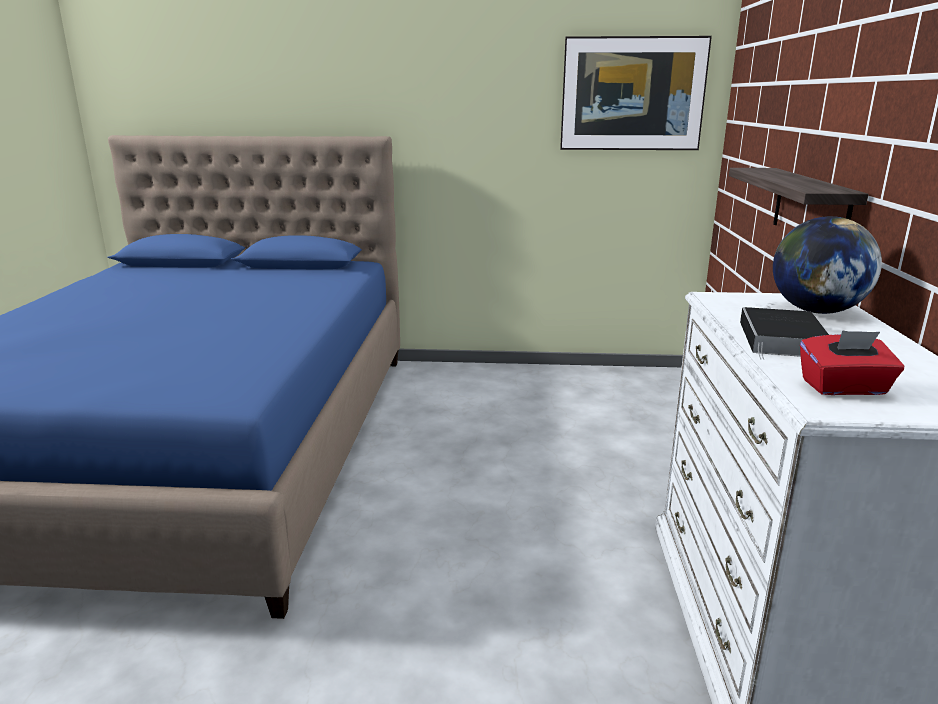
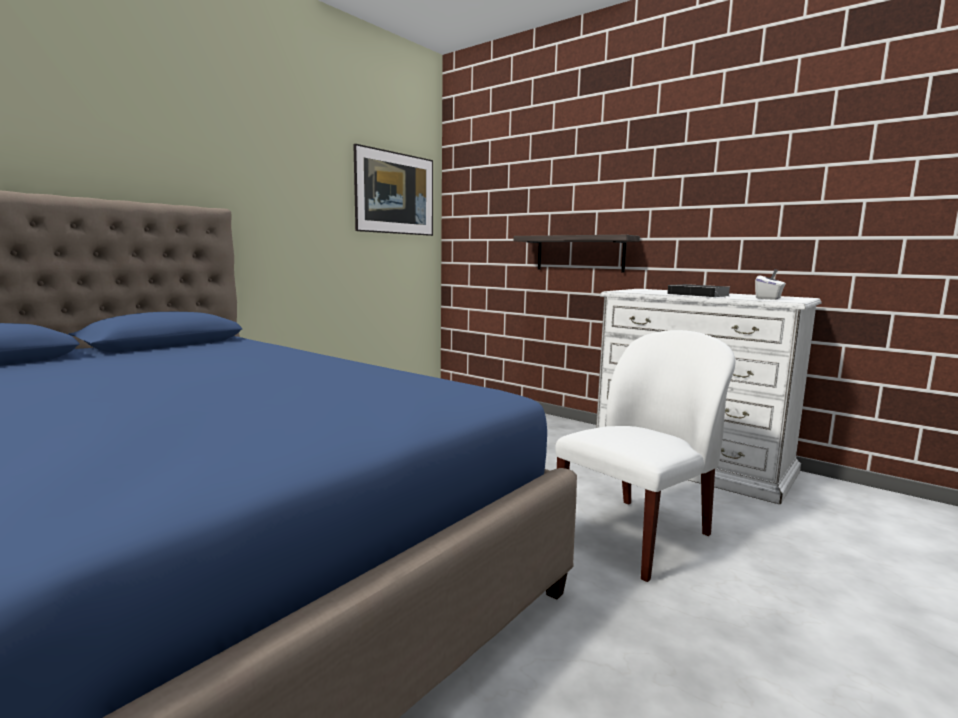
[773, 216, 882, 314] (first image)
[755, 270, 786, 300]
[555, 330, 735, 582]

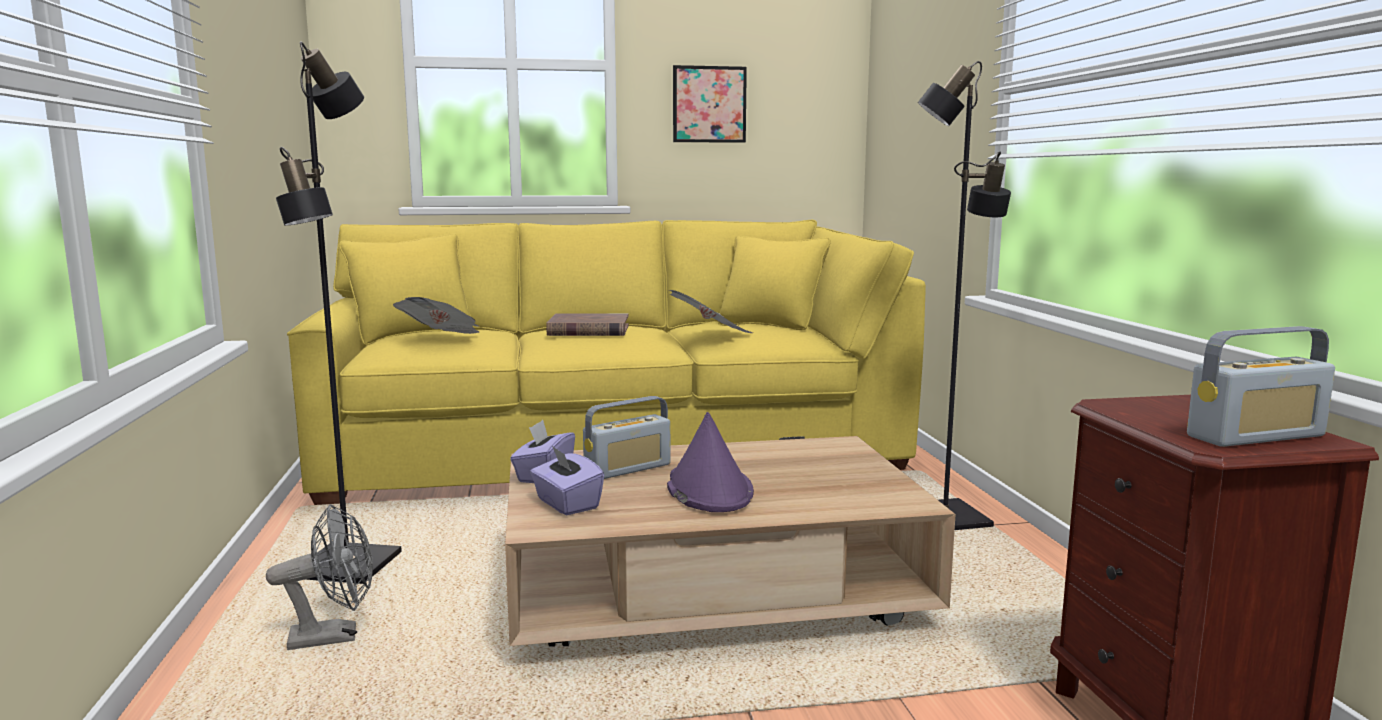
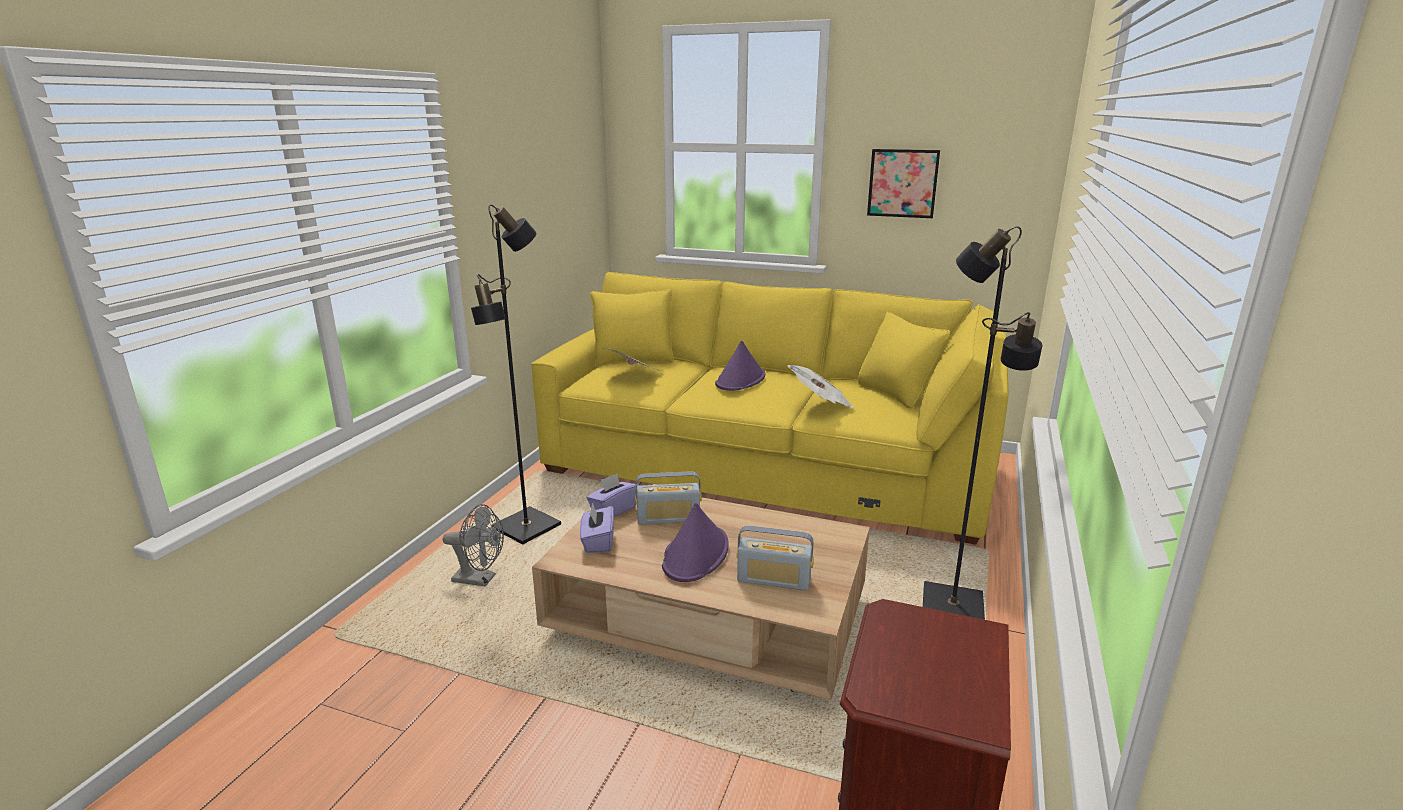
[715, 340, 765, 391]
[737, 526, 814, 591]

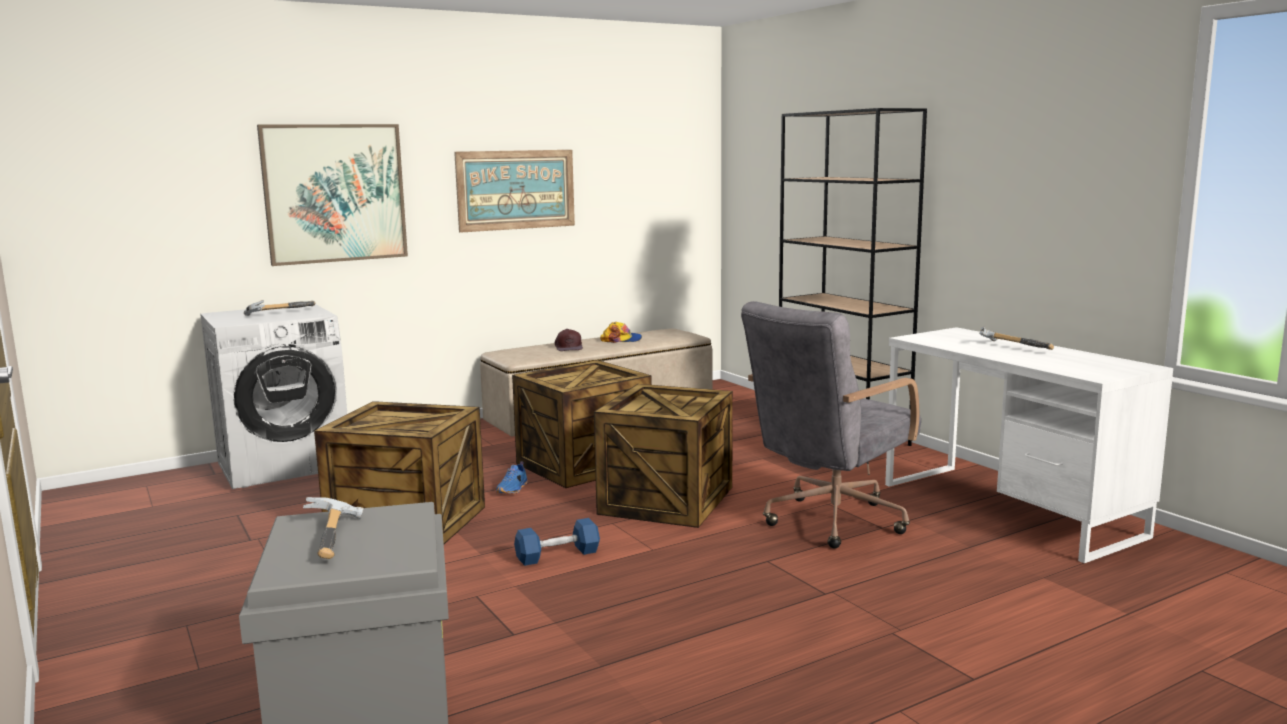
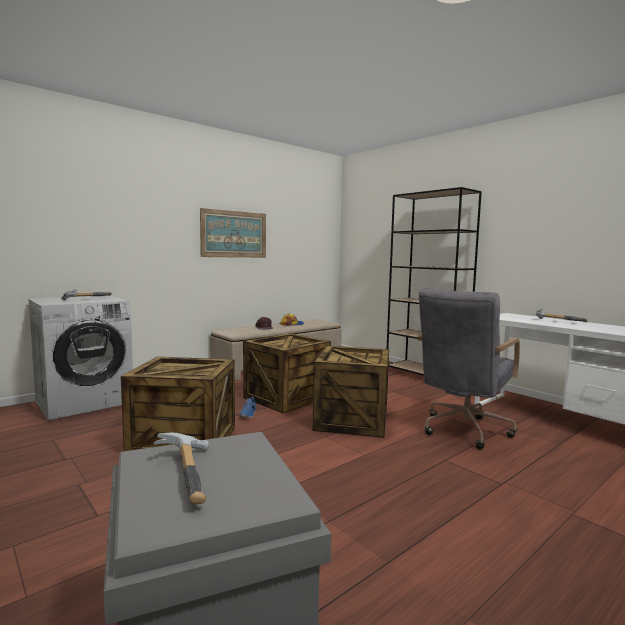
[257, 124, 408, 266] (first image)
[514, 518, 600, 566] (first image)

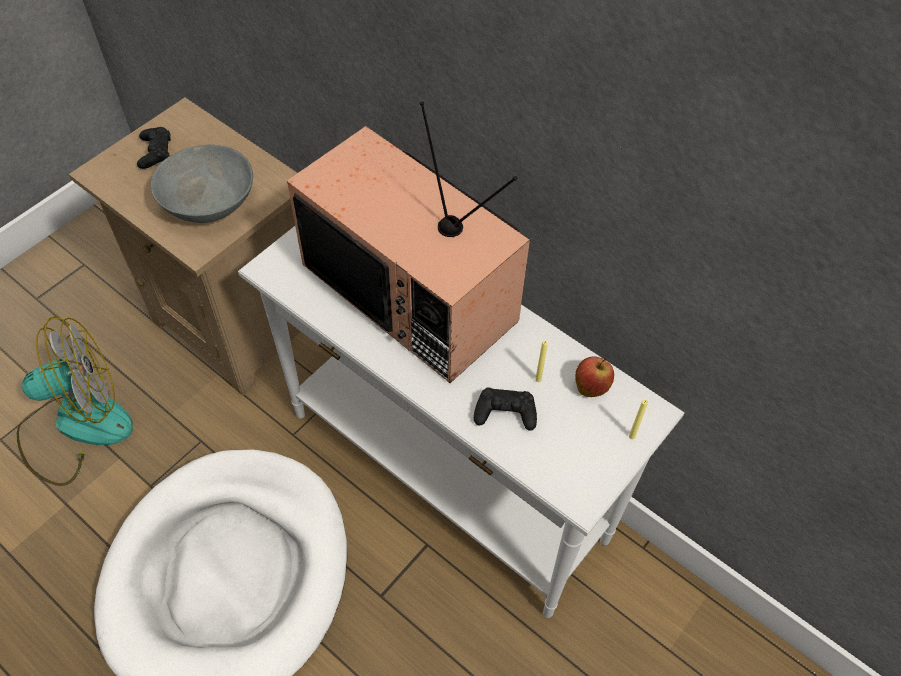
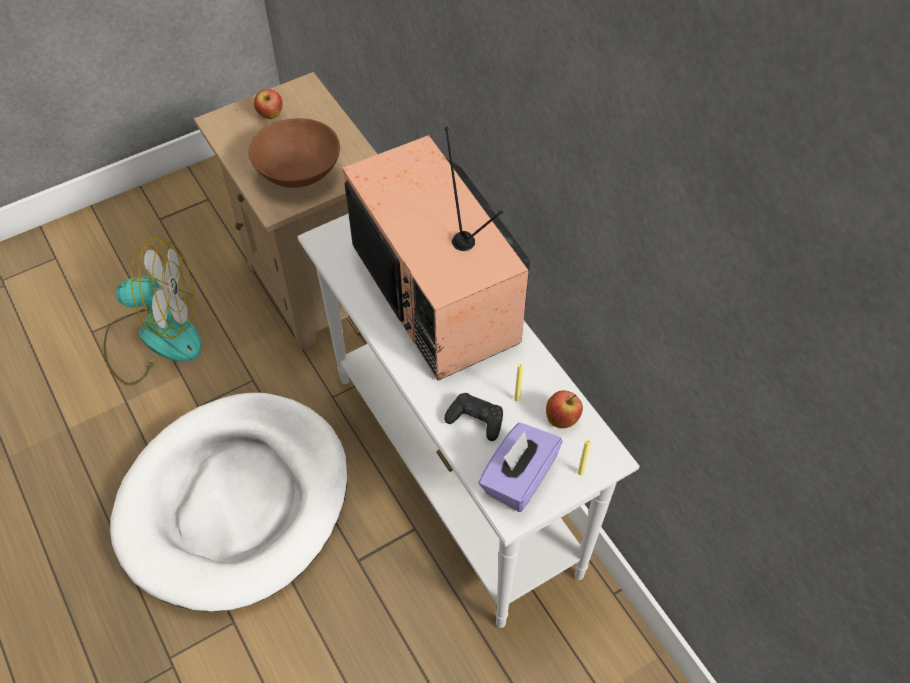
[254, 89, 283, 119]
[249, 118, 340, 188]
[478, 422, 563, 512]

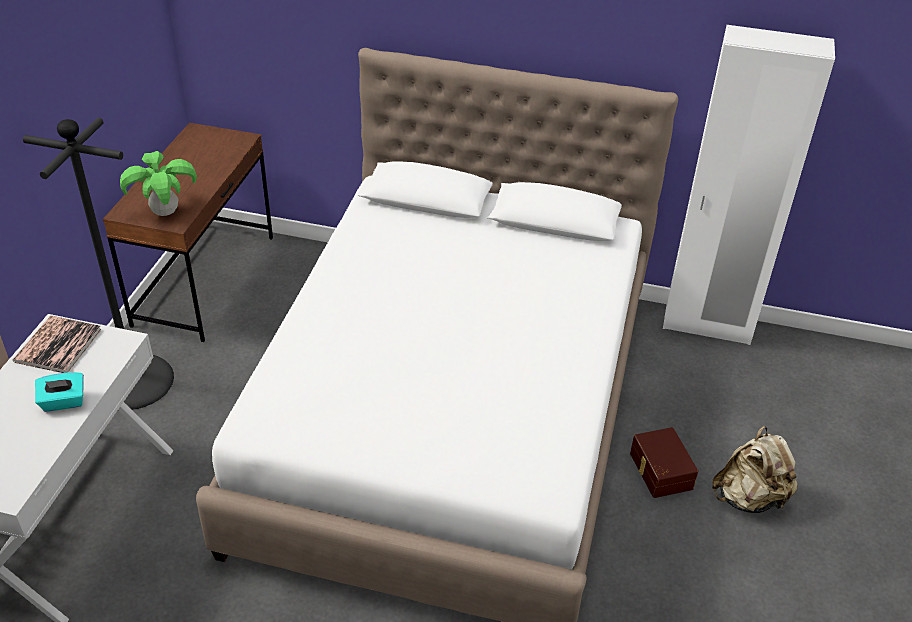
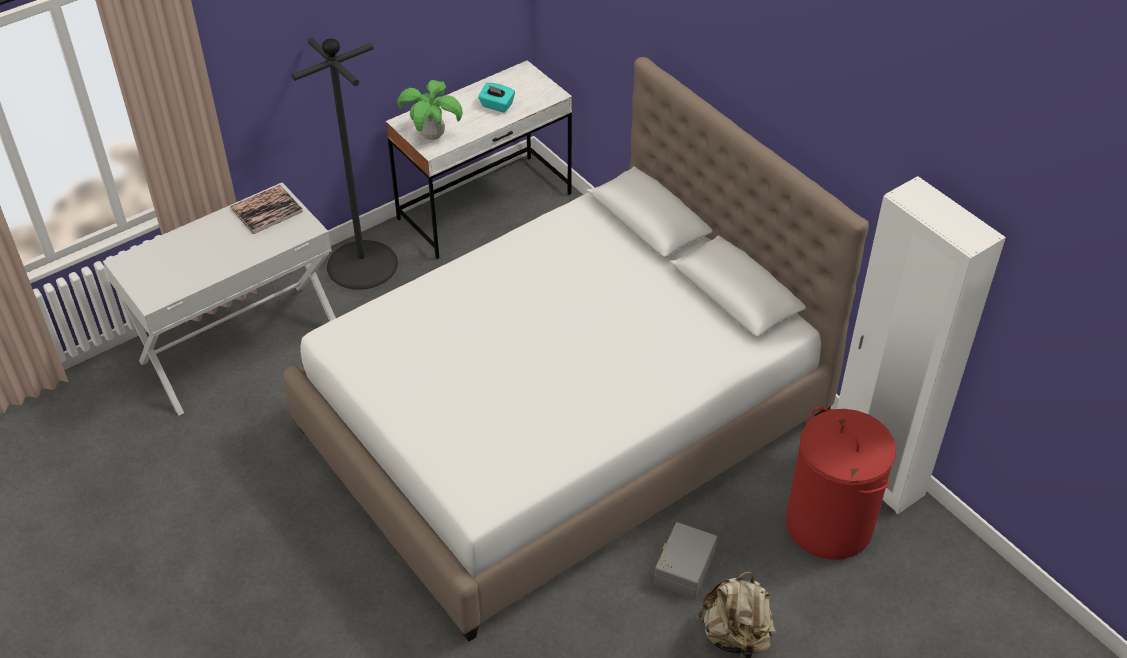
[386, 60, 572, 259]
[478, 83, 515, 113]
[654, 522, 717, 599]
[786, 407, 896, 560]

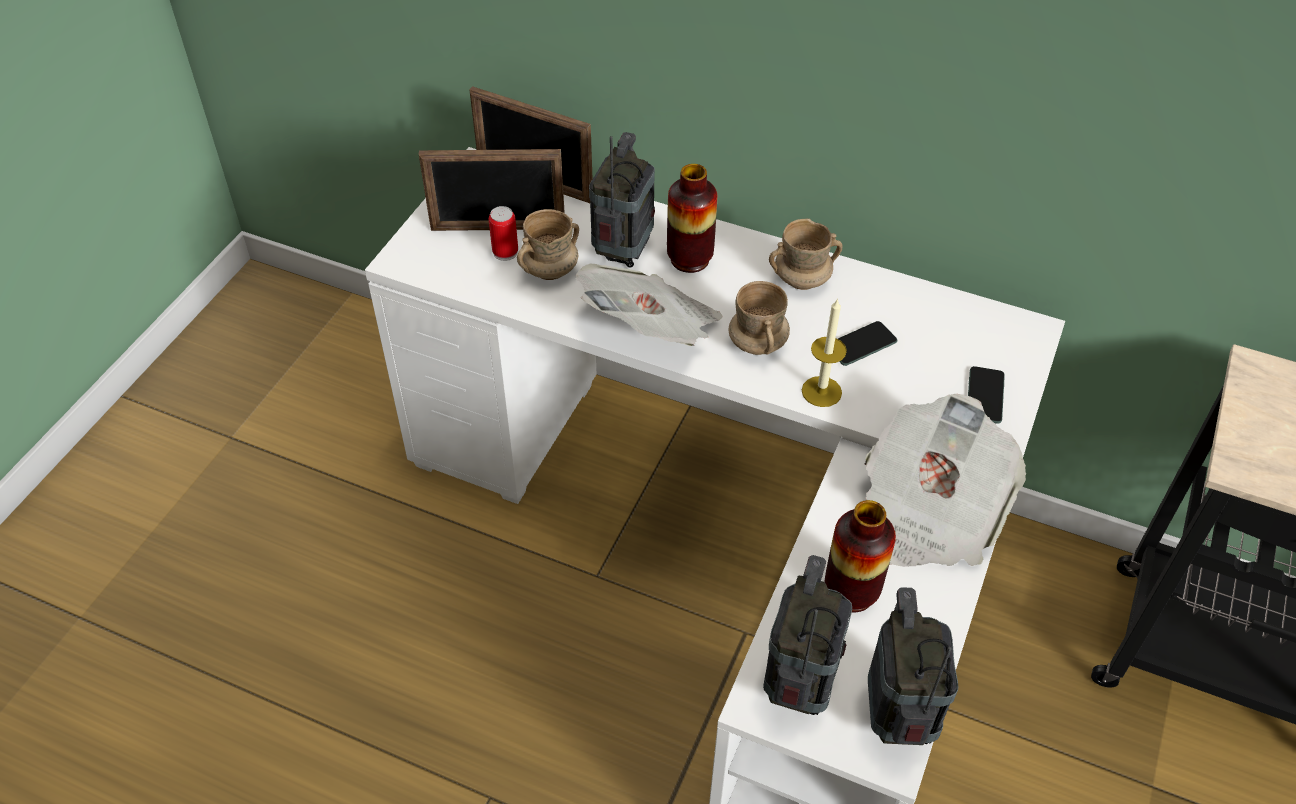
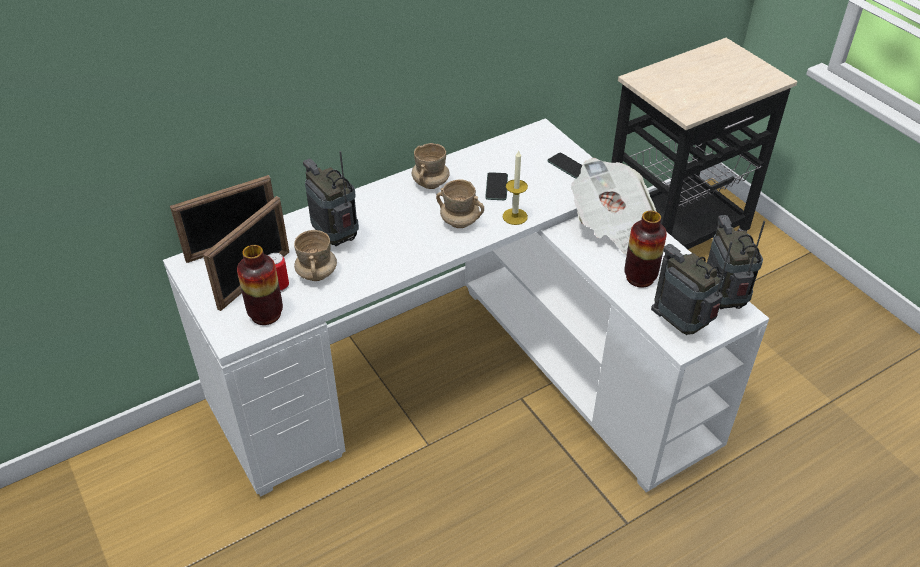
[237, 245, 283, 325]
[576, 263, 723, 346] (first image)
[707, 215, 765, 309]

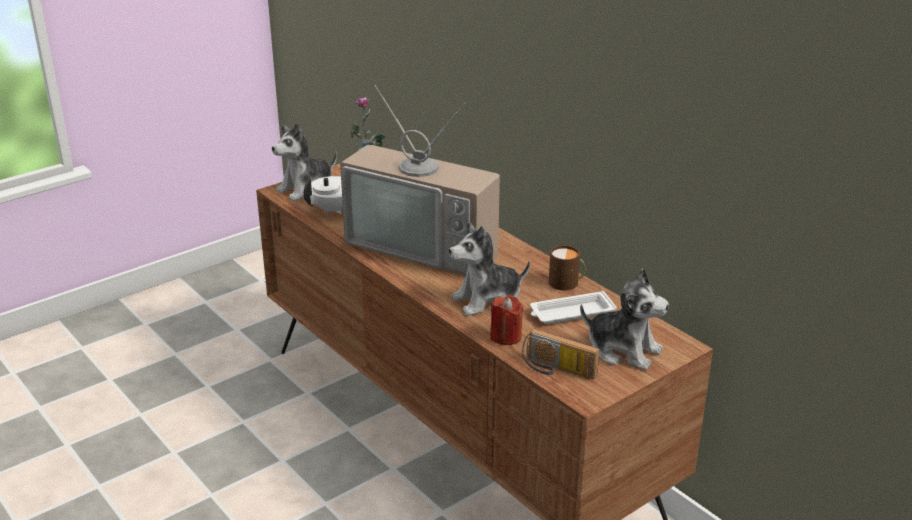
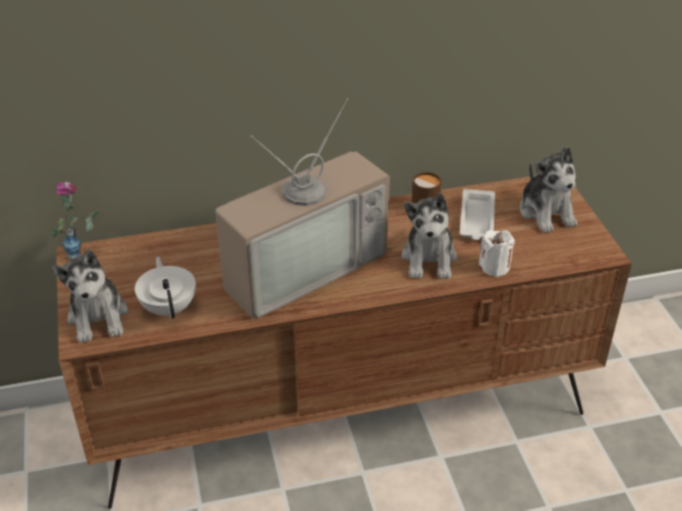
[519, 146, 577, 233]
[478, 230, 515, 277]
[522, 328, 600, 380] (first image)

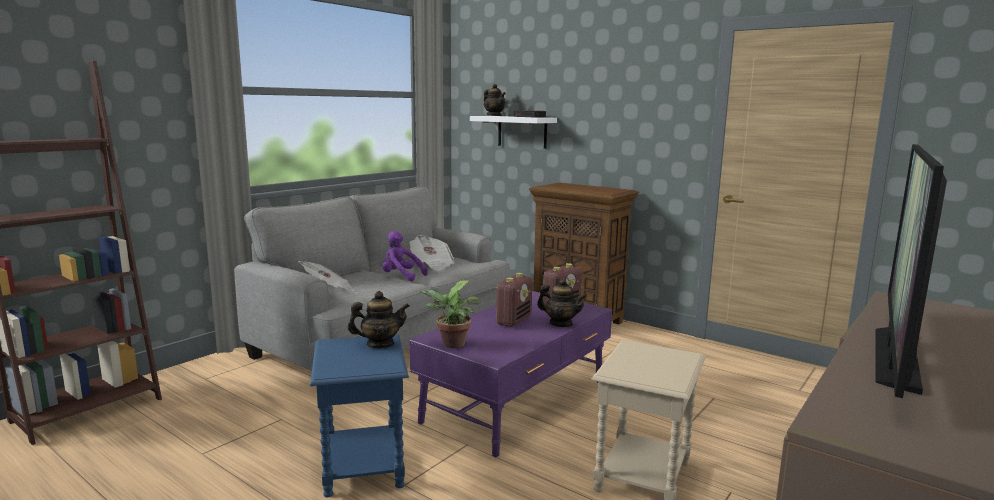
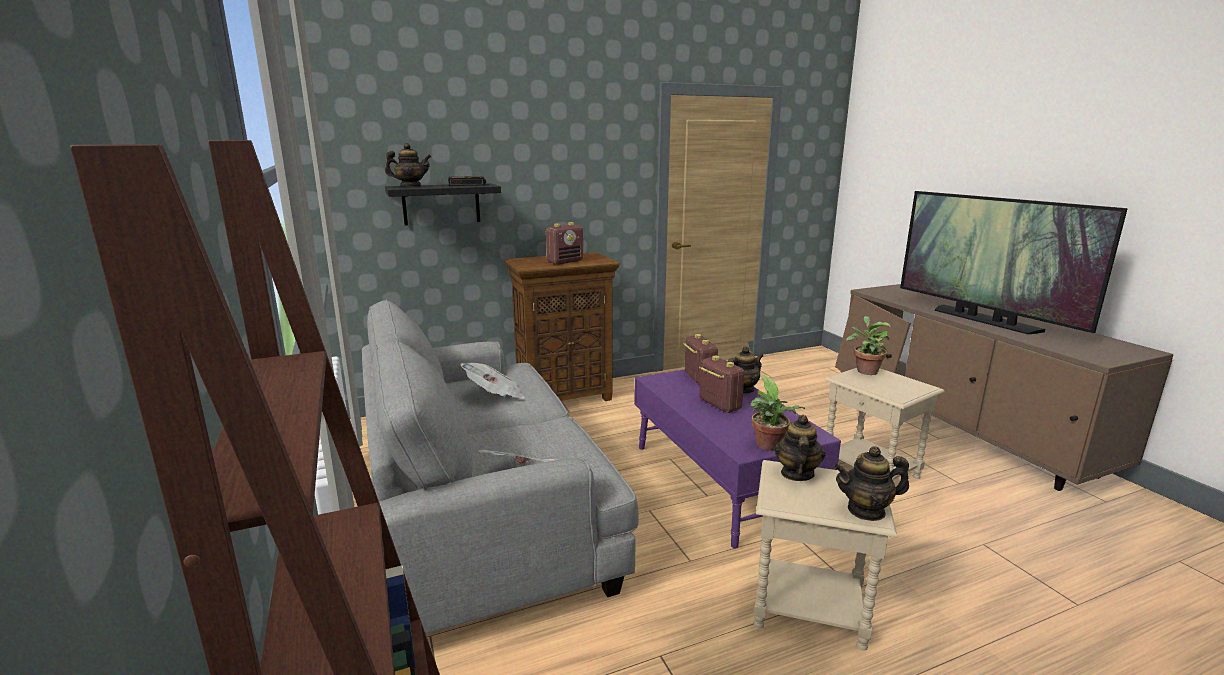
[385, 183, 501, 225]
[383, 231, 428, 281] (first image)
[754, 460, 897, 651]
[546, 222, 583, 264]
[846, 316, 891, 375]
[834, 446, 909, 521]

